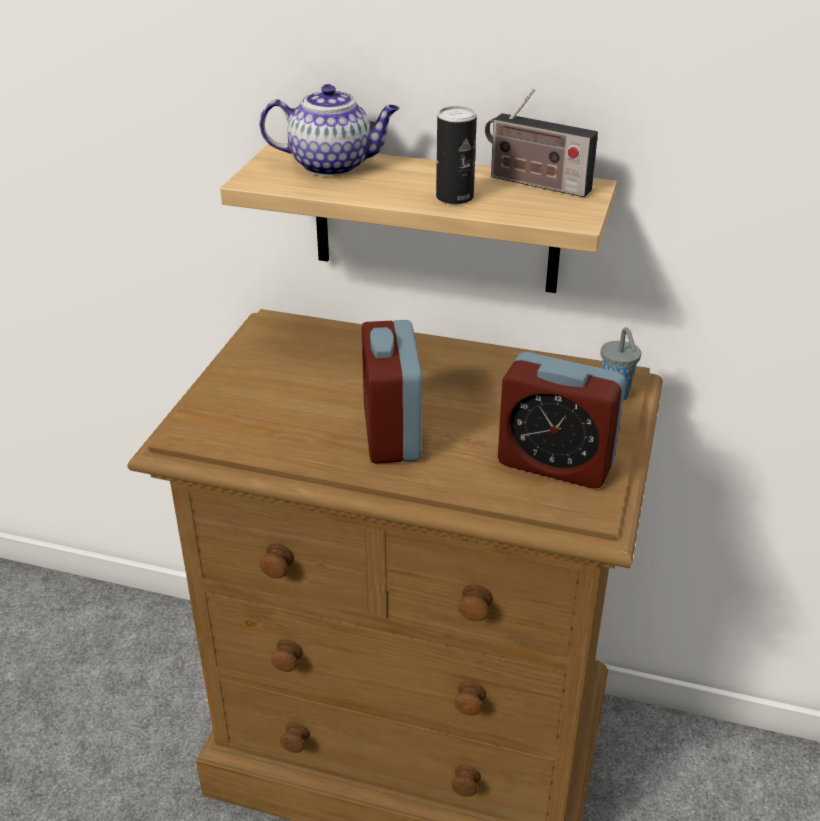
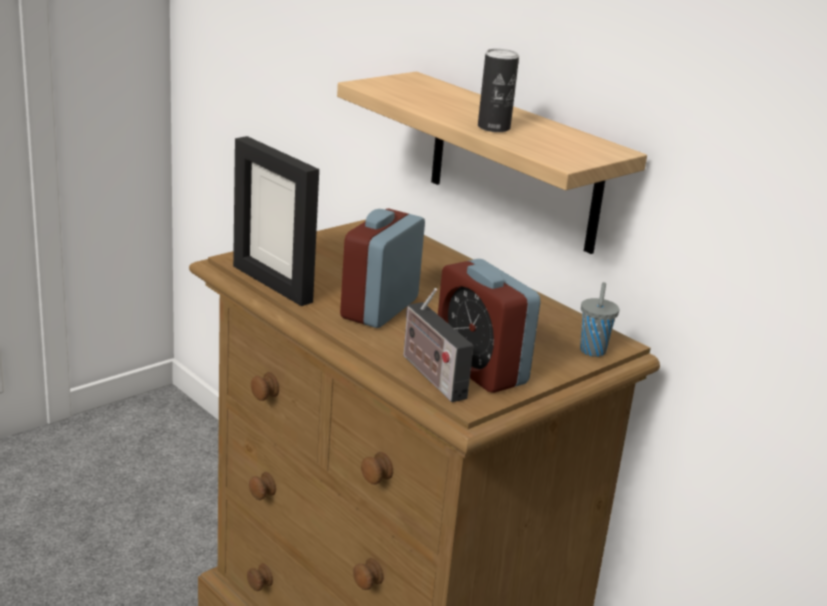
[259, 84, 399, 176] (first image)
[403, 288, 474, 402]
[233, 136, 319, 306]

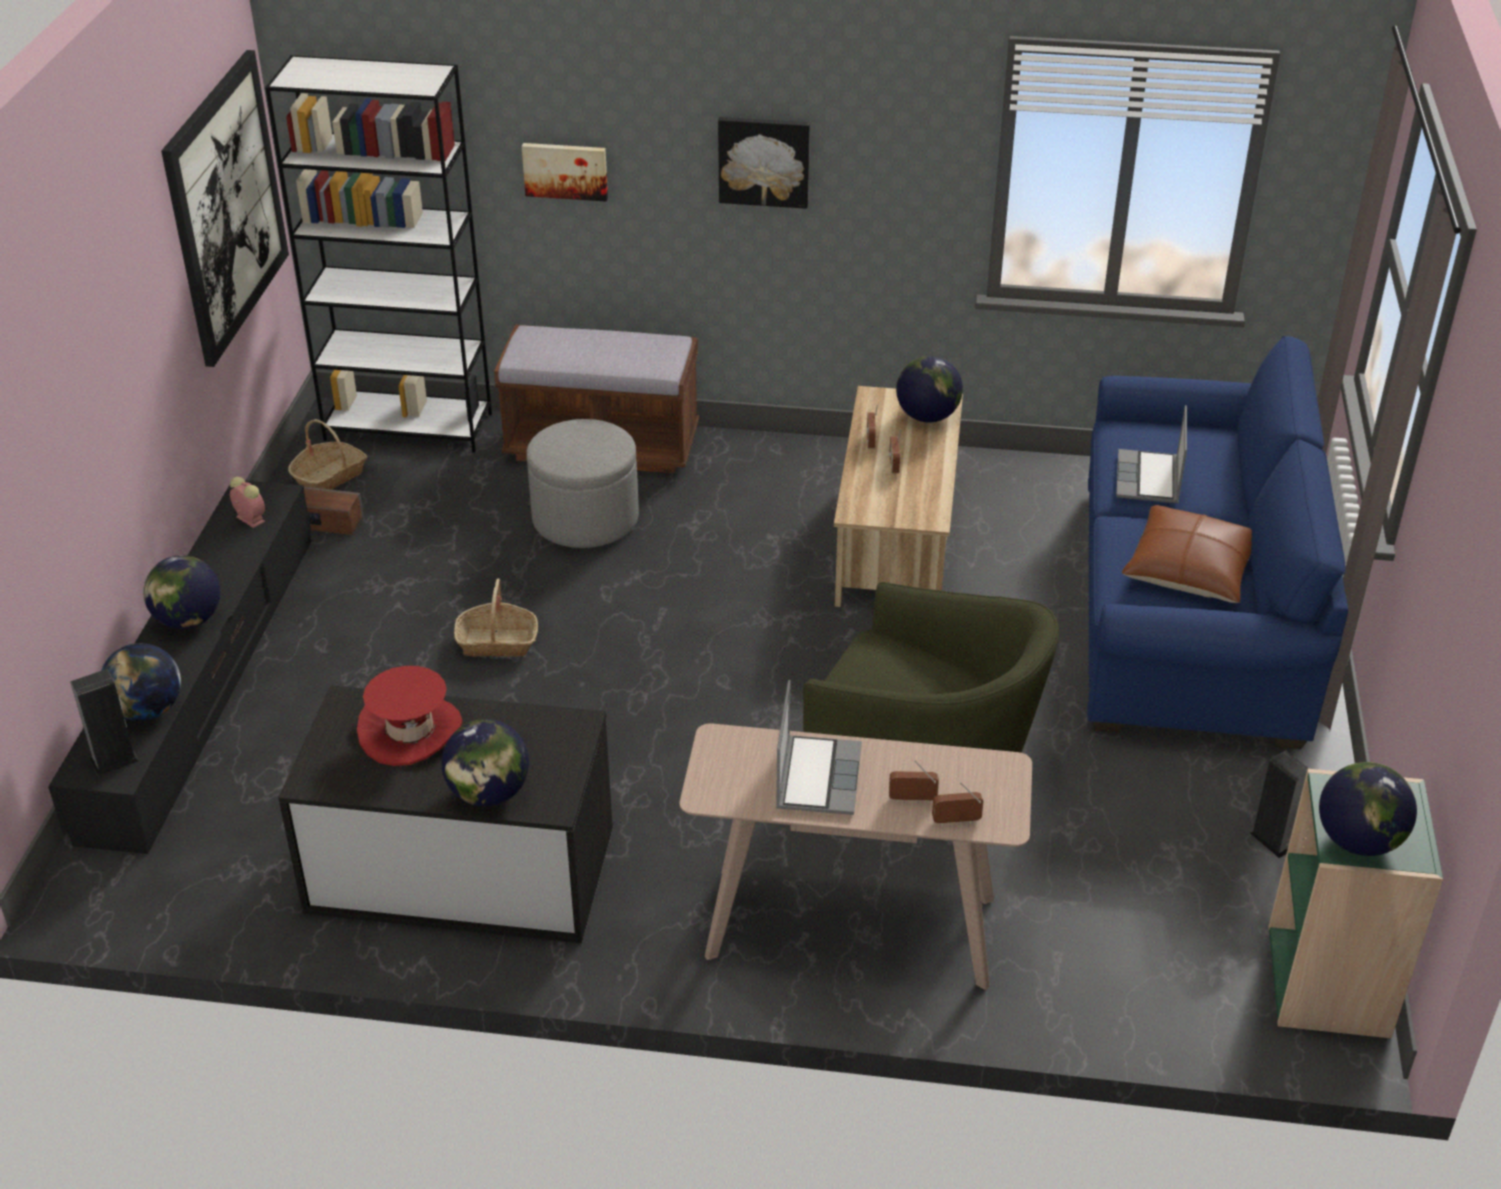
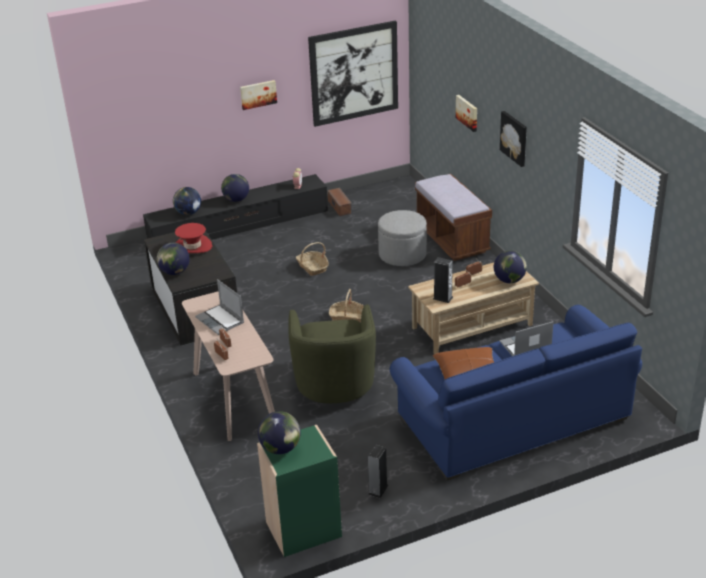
[265, 55, 492, 453] (first image)
[329, 289, 364, 323]
[433, 257, 453, 303]
[195, 279, 244, 335]
[240, 80, 277, 110]

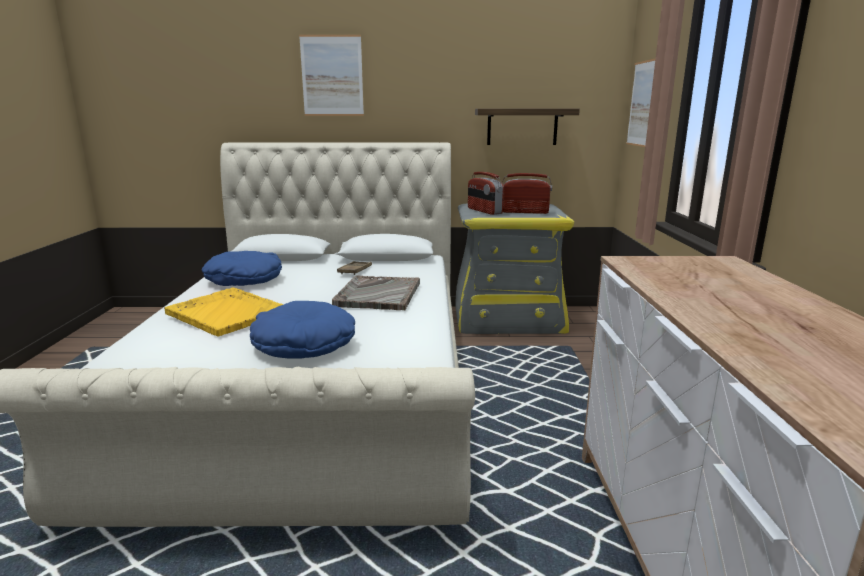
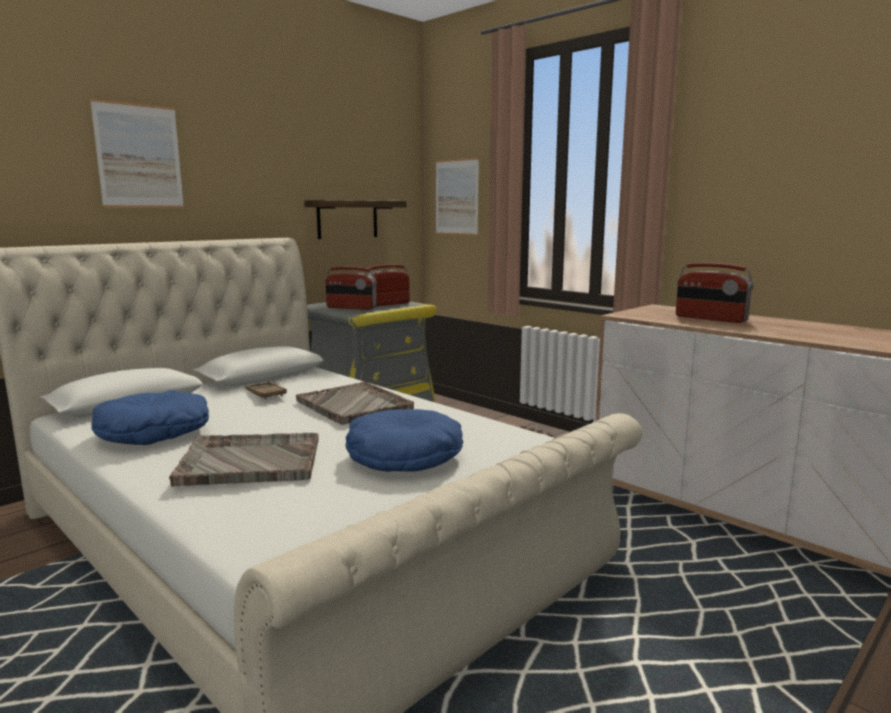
[169, 433, 319, 487]
[676, 263, 753, 323]

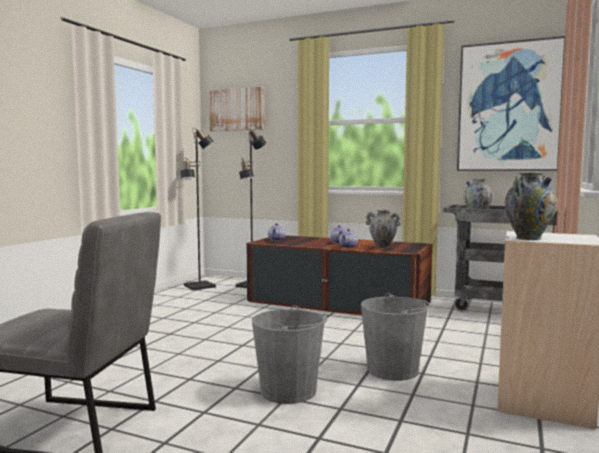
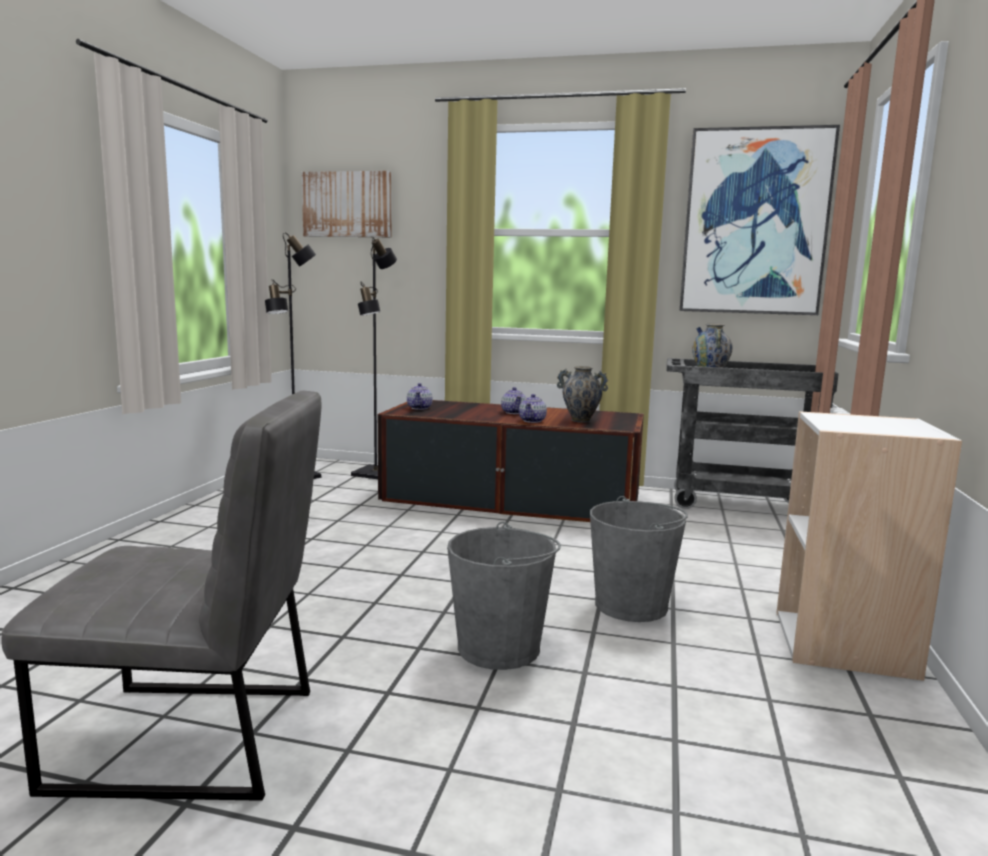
[505, 172, 558, 240] (first image)

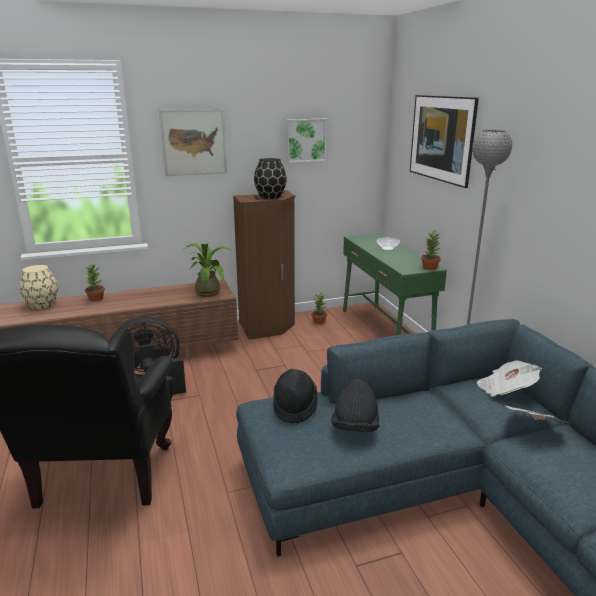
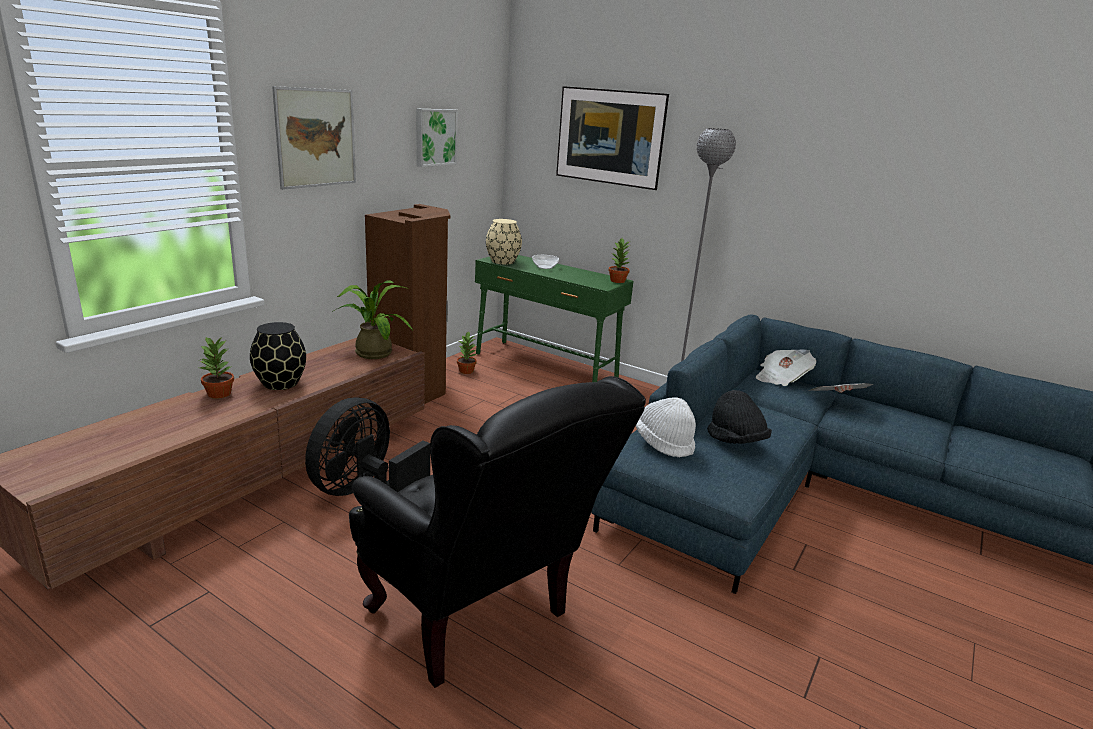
[250, 322, 306, 390]
[486, 219, 522, 265]
[636, 397, 696, 457]

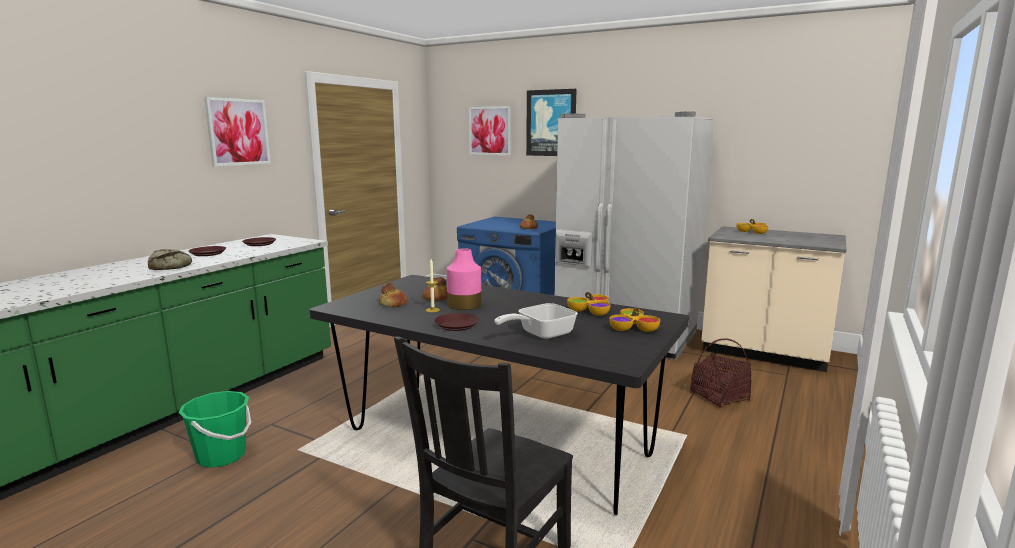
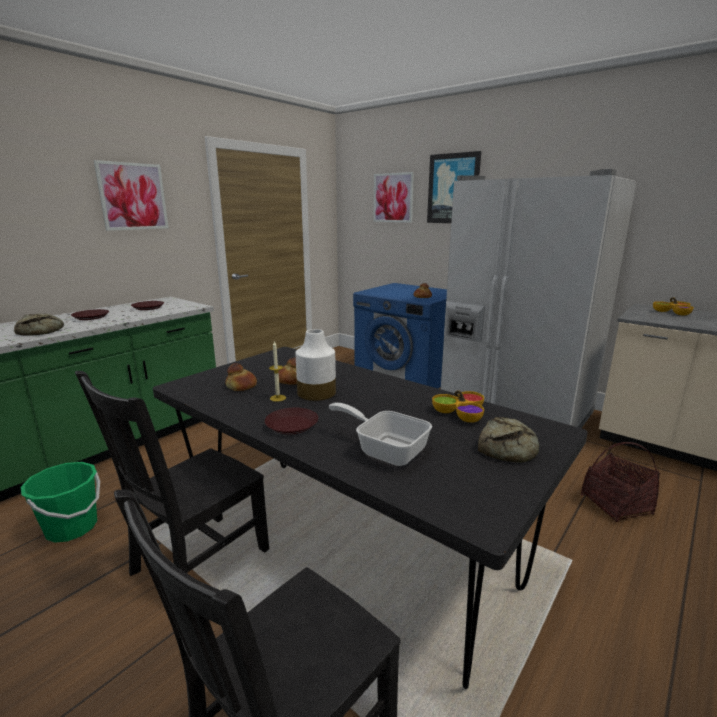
[295, 329, 336, 401]
[329, 403, 432, 466]
[478, 417, 539, 463]
[75, 371, 269, 576]

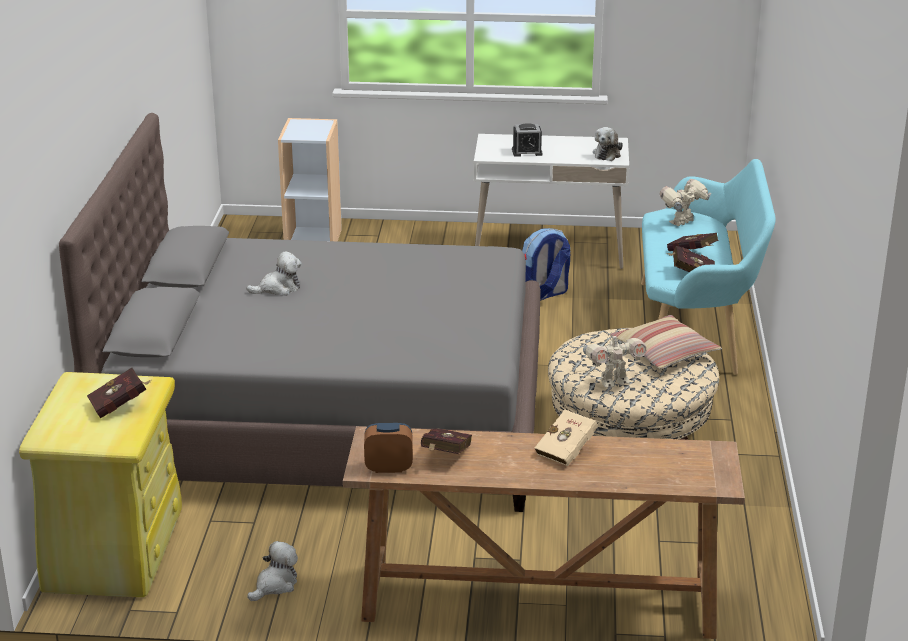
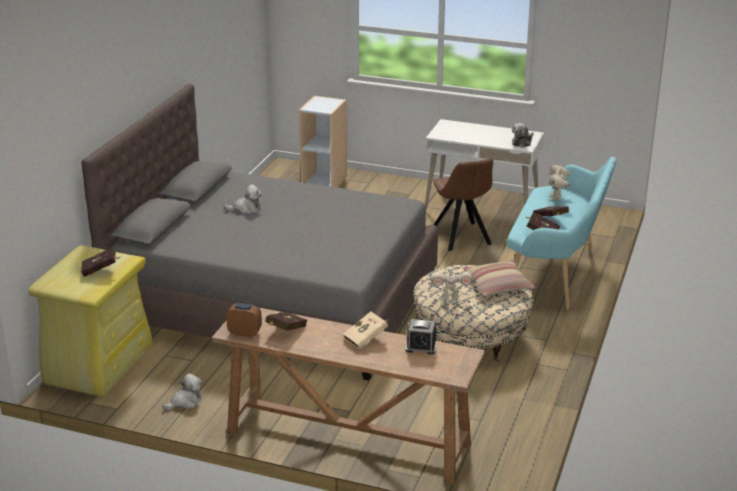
[406, 319, 437, 355]
[548, 165, 570, 200]
[434, 158, 493, 251]

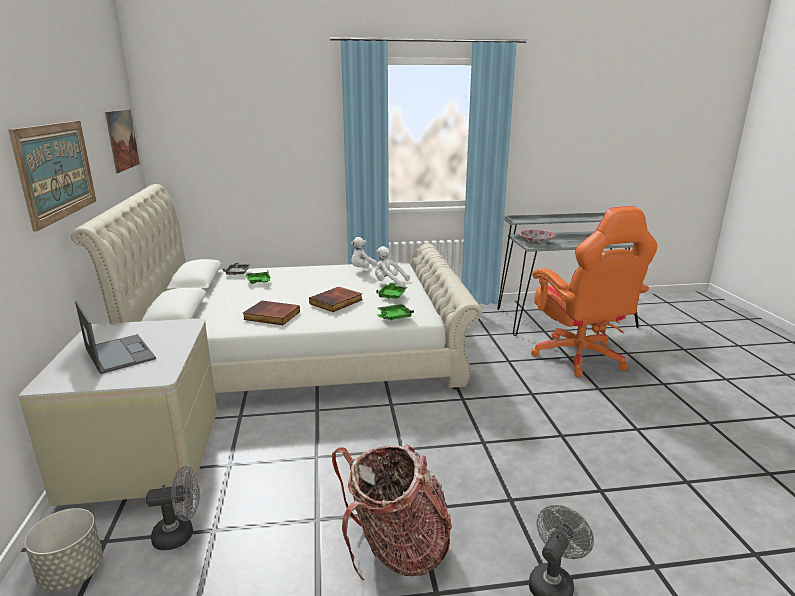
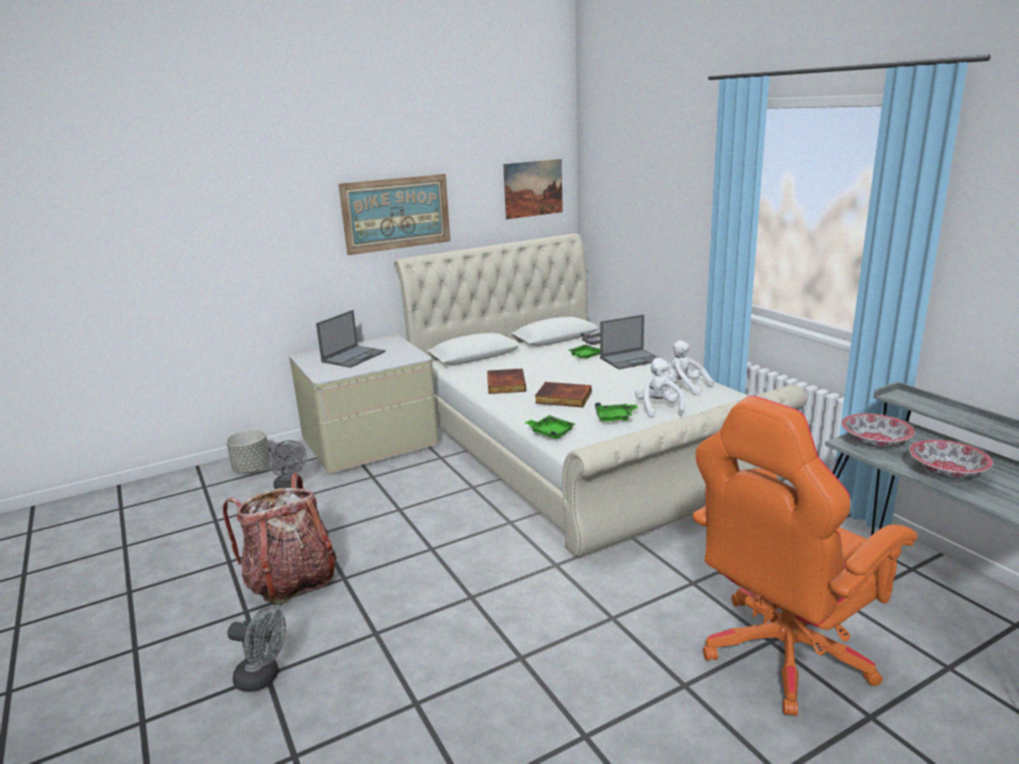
[600, 314, 659, 369]
[909, 439, 993, 479]

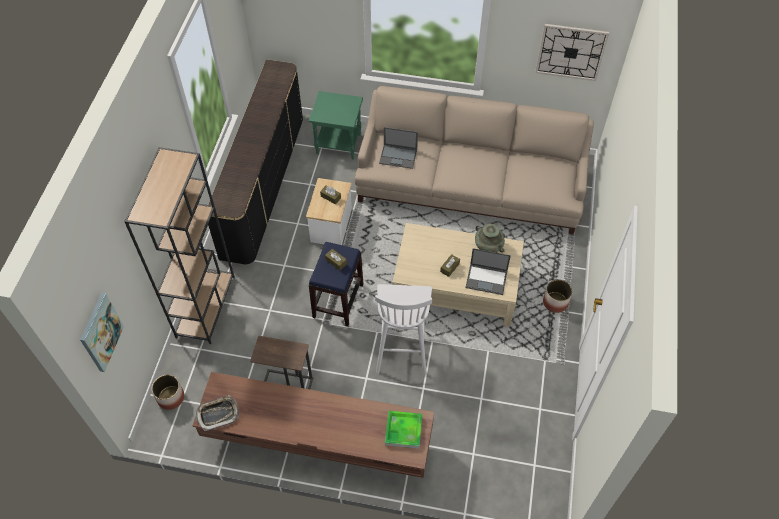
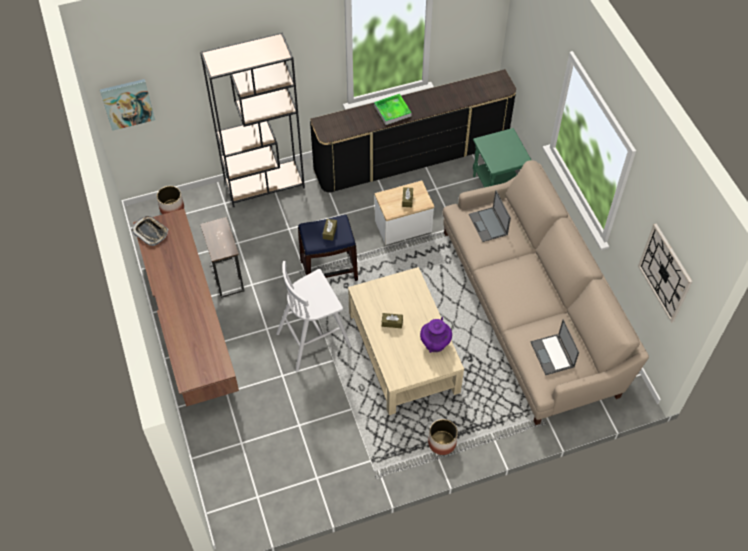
[420, 317, 452, 353]
[531, 320, 579, 375]
[374, 94, 412, 125]

